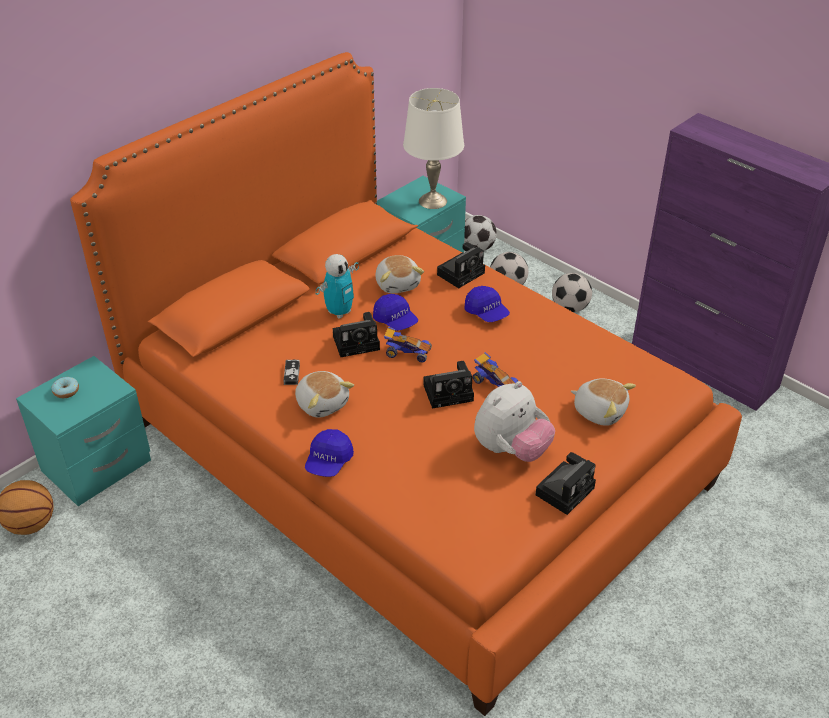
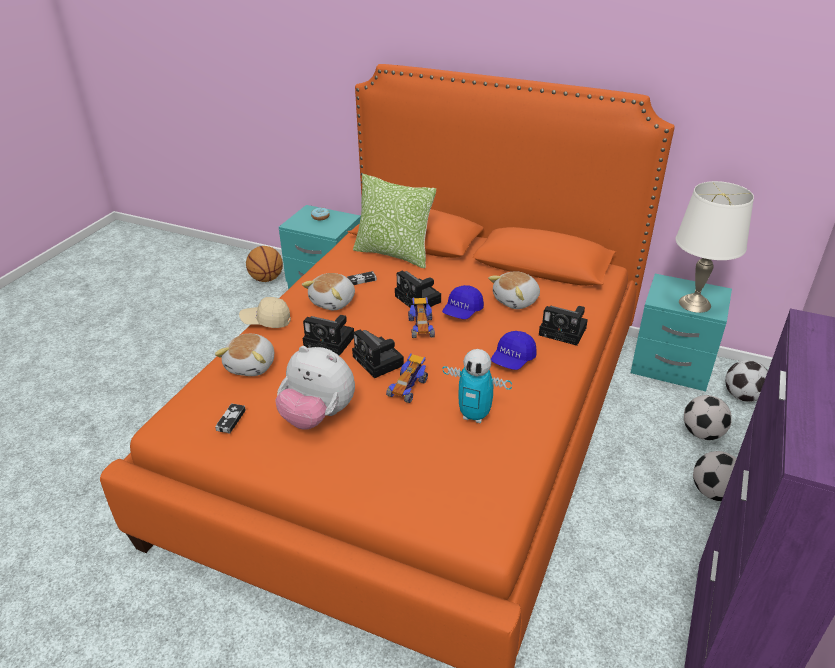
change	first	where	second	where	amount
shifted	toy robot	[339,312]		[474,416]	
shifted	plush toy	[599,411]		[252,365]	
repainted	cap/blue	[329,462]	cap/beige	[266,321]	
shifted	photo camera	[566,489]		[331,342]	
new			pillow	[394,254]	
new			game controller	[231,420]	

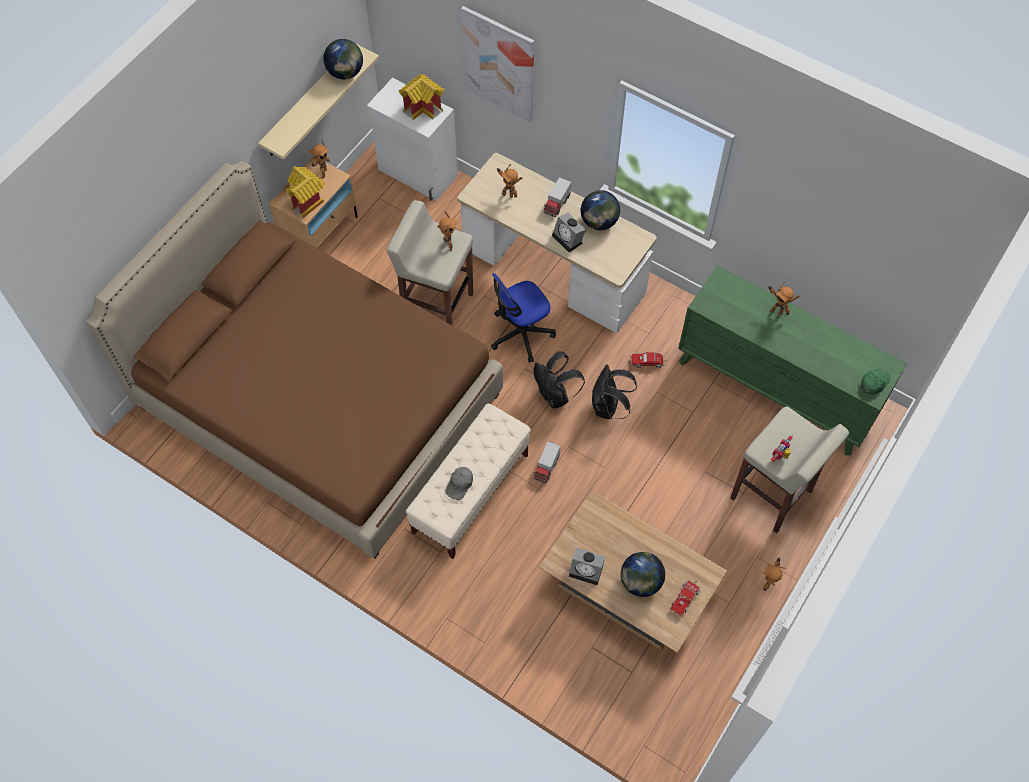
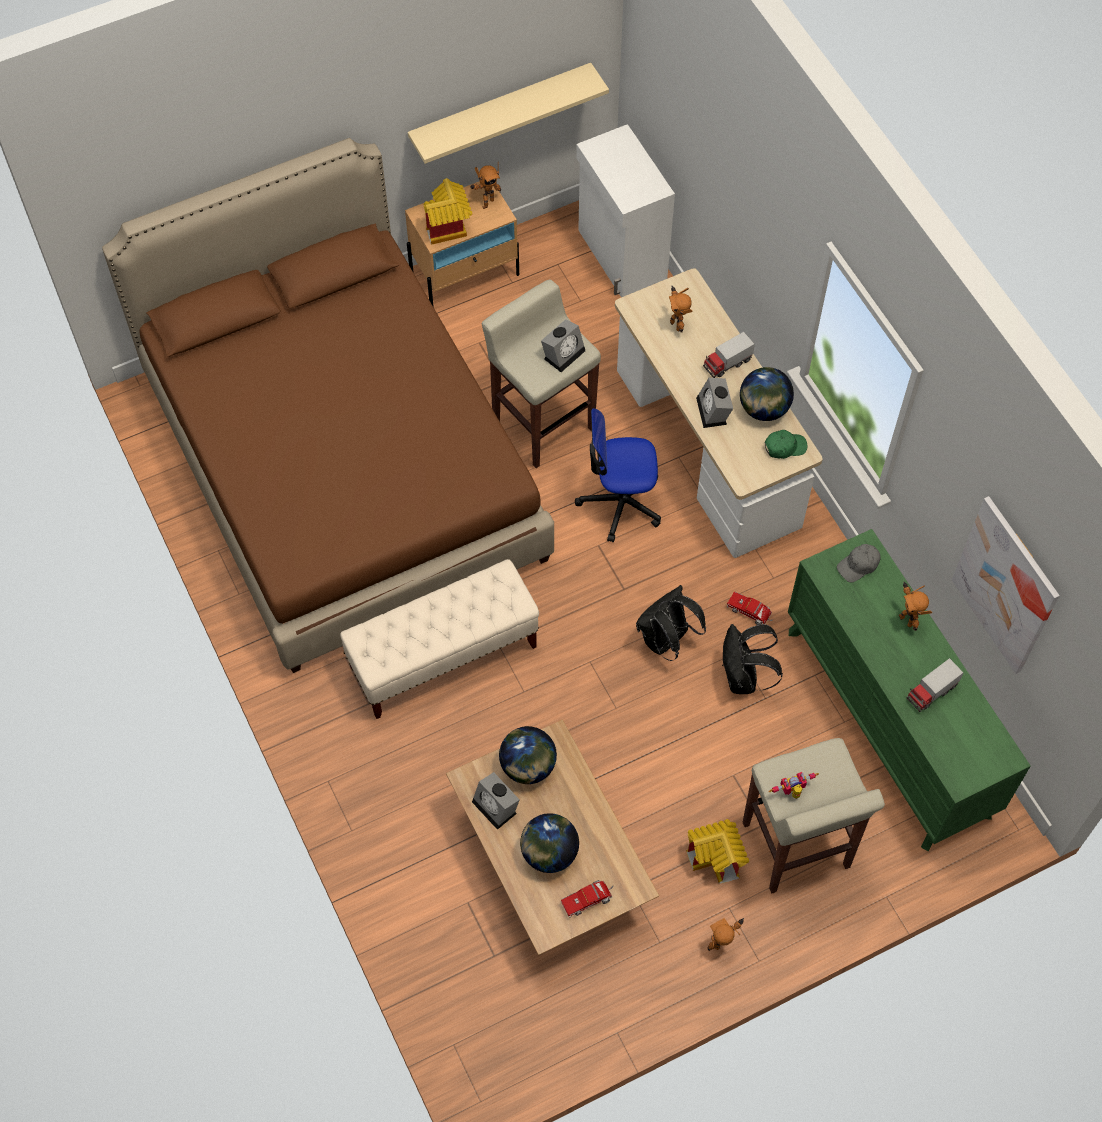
change	first	where	second	where	amount
shifted	picture	[499,64]		[1006,585]	
shifted	globe	[345,73]		[528,766]	
shifted	toy house	[424,108]		[717,859]	
swapped	toy robot	[448,246]	alarm clock	[564,352]	
shifted	backpack/black	[555,396]		[743,678]	
shifted	cap/green	[874,382]		[784,447]	
shifted	toy truck	[546,467]		[931,692]	
shifted	cap/grey	[460,484]		[858,565]	

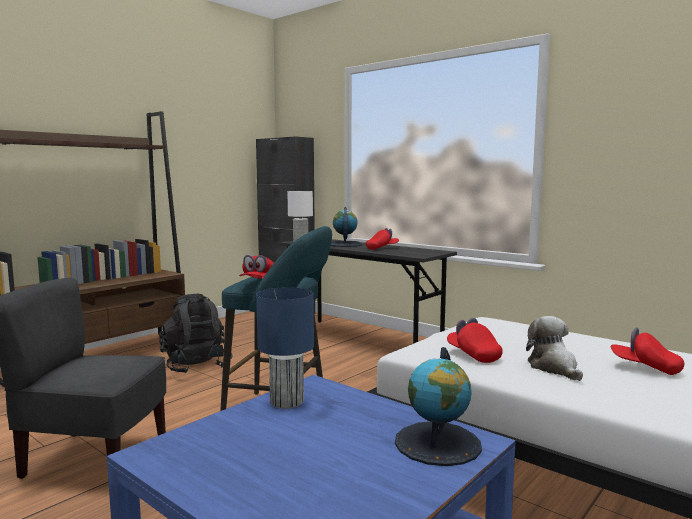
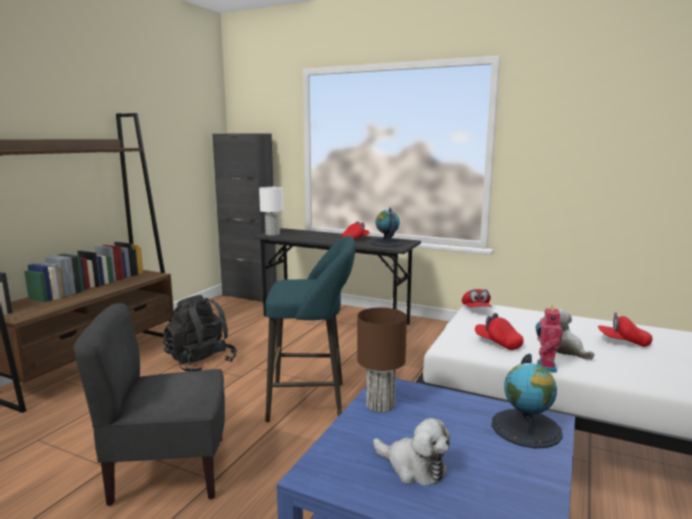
change	first	where	second	where	amount
shifted	globe	[344,244]		[387,243]	
shifted	cap/red	[259,282]		[476,309]	
repainted	table lamp/blue	[286,402]	table lamp/brown	[380,405]	
new			toy robot	[545,367]	
new			plush toy	[413,467]	

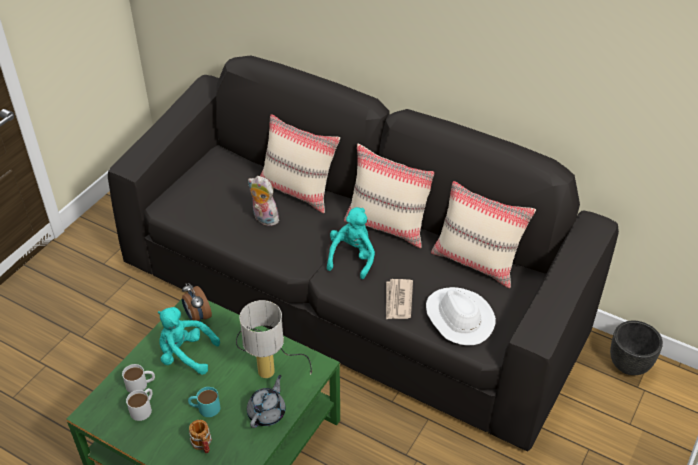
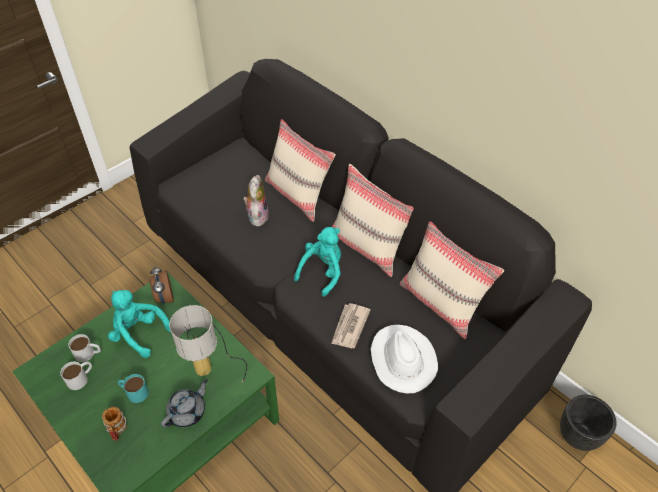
change	first	where	second	where	amount
rotated	plush toy	[264,219]		[257,216]	45 degrees clockwise

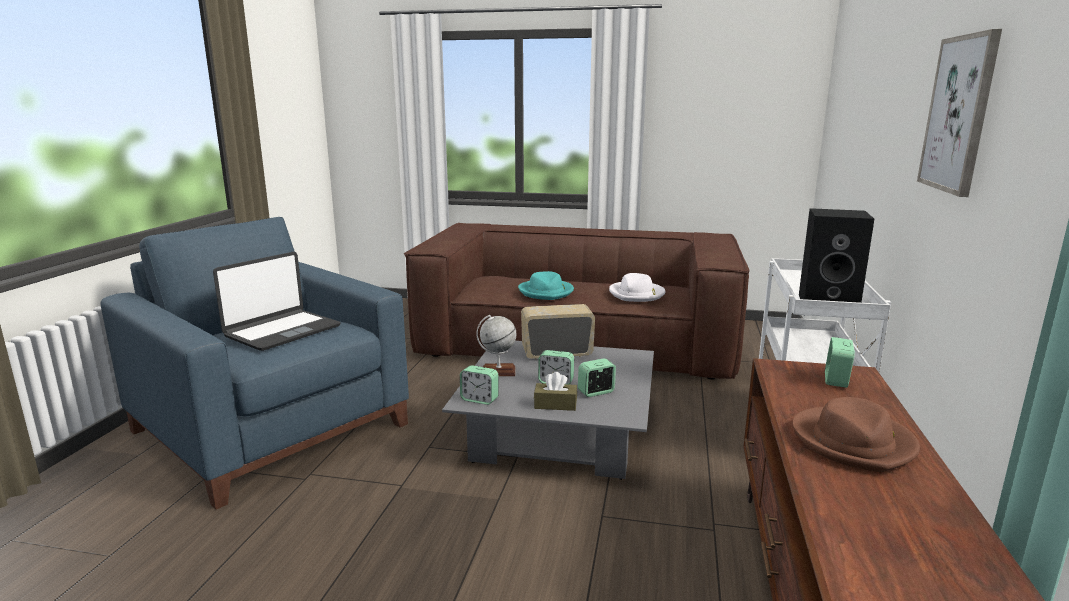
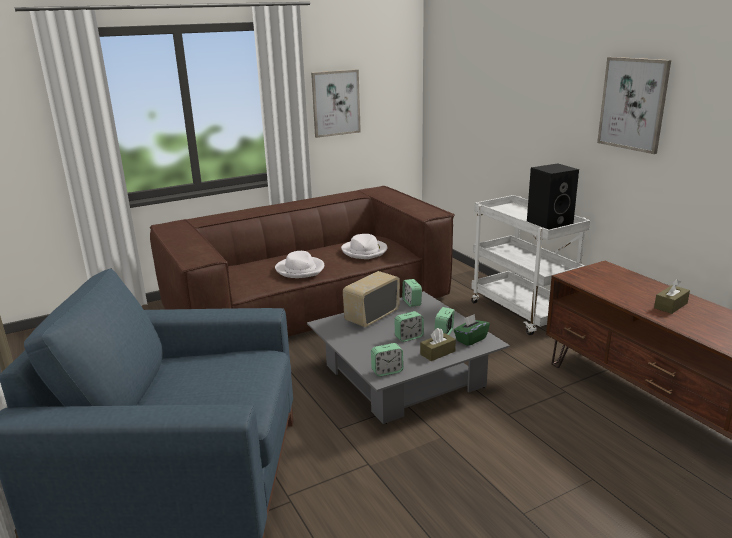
change	first	where	second	where	amount
gone	laptop	[282,331]			
repainted	hat/turquoise	[546,292]	hat/white	[300,269]	
gone	globe	[498,371]			
shifted	alarm clock	[836,380]		[411,302]	
swapped	hat/brown	[853,442]	tissue box/brown	[670,305]	
new			picture	[335,103]	
new			tissue box/green	[470,339]	

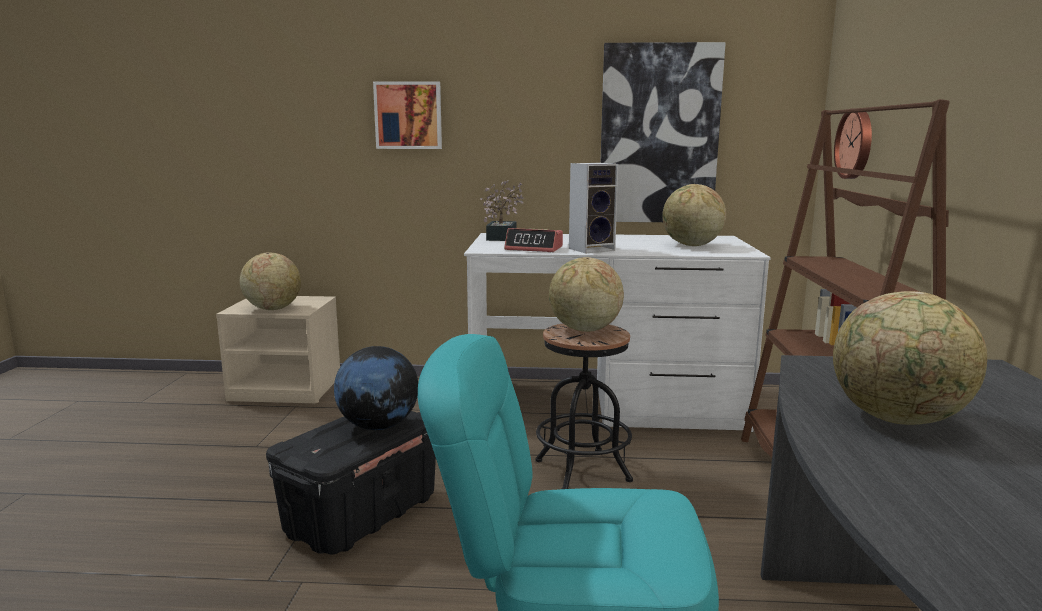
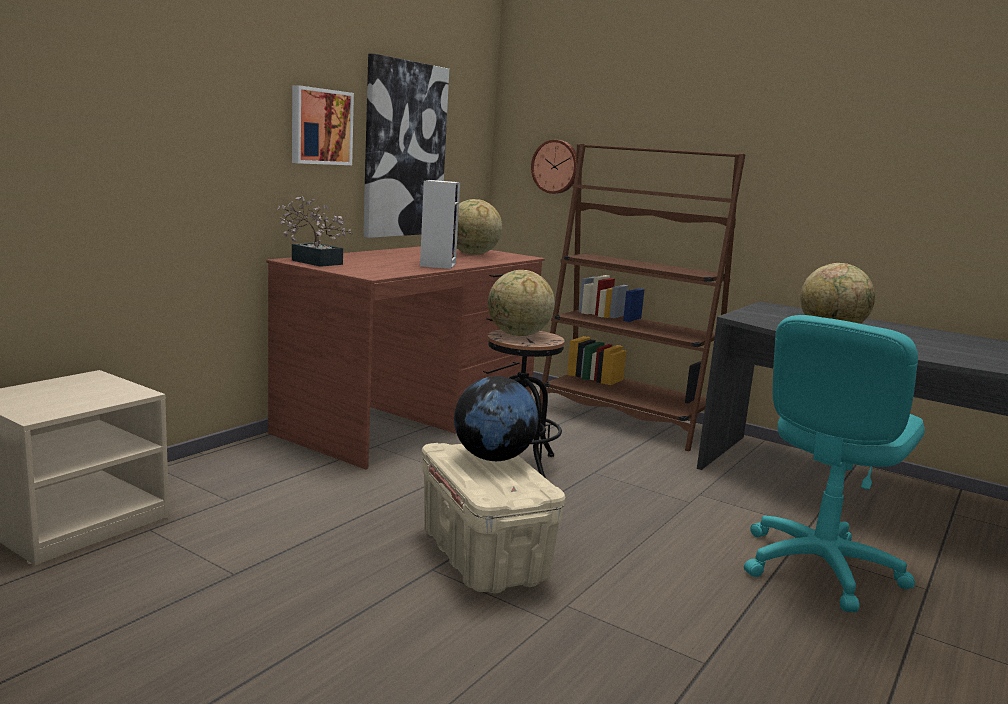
change	first	where	second	where	amount
shifted	picture	[408,115]		[320,126]	
gone	alarm clock	[534,248]			
repainted	desk/white	[606,403]	desk/brown	[412,417]	
gone	globe	[272,309]			
repainted	storage box/black	[362,515]	storage box/beige	[482,556]	

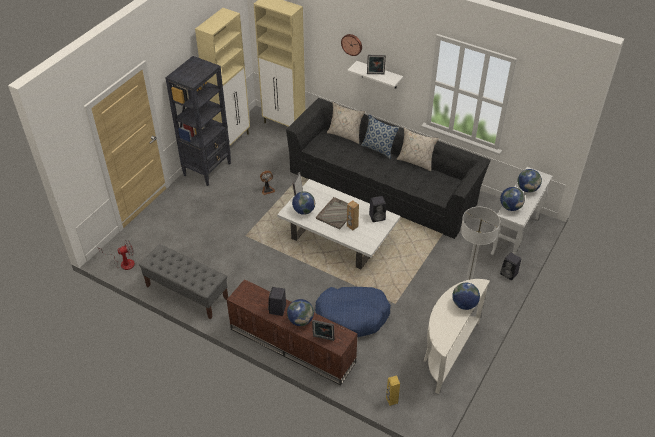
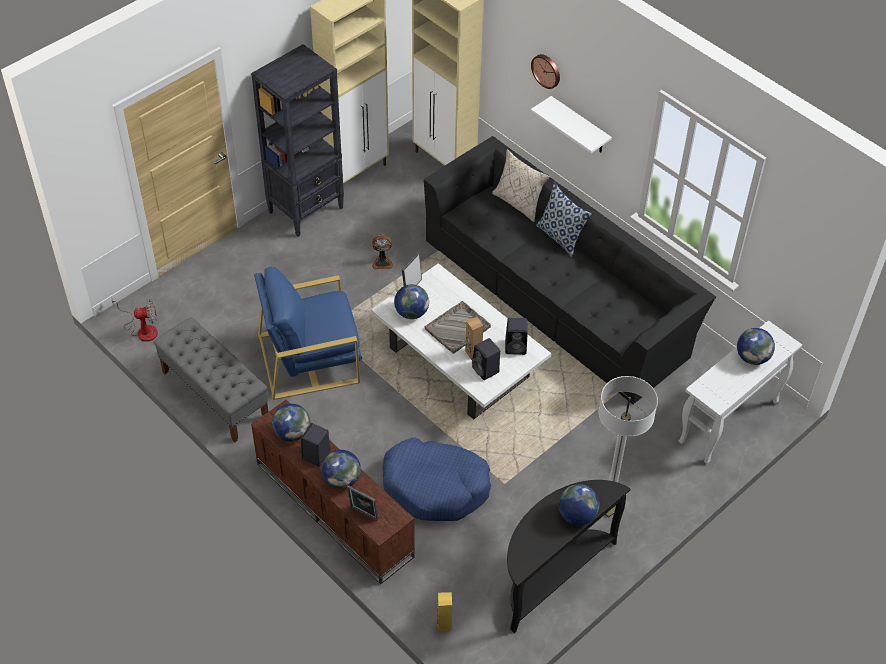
change	first	where	second	where	amount
gone	picture frame	[375,74]			
gone	pillow/beige	[416,162]			
shifted	globe	[510,207]		[292,433]	
shifted	speaker/black	[509,274]		[486,370]	
repainted	console table/white	[447,351]	console table/black	[551,574]	
new			armchair/blue	[310,358]	

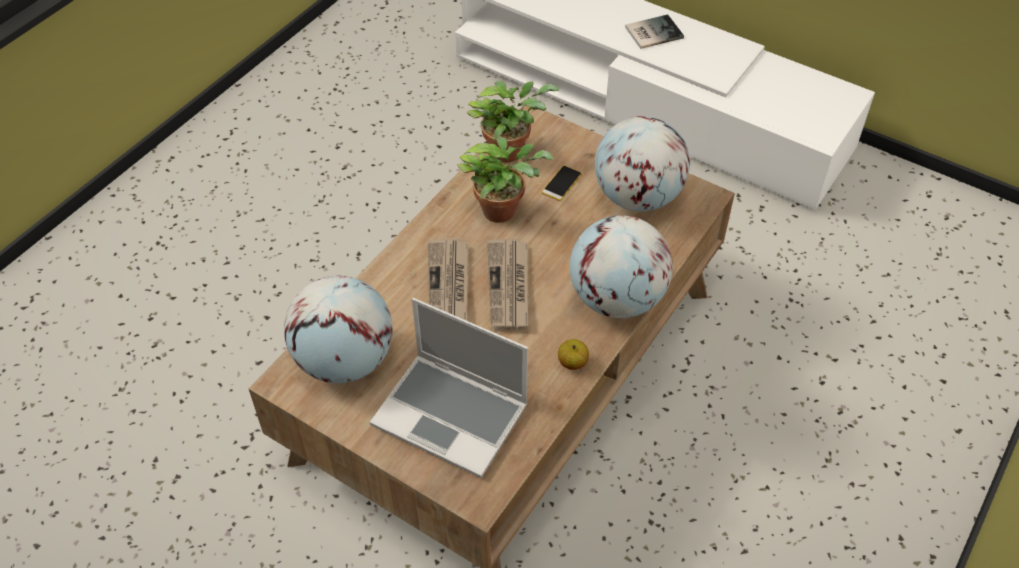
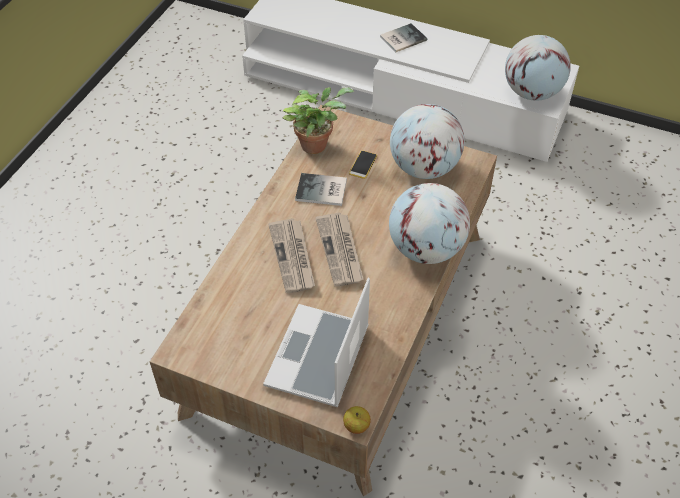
change	first	where	second	where	amount
swapped	potted plant	[504,210]	book	[322,191]	
shifted	globe	[345,360]		[532,92]	
rotated	laptop	[452,415]		[319,358]	90 degrees clockwise
shifted	apple	[572,363]		[356,426]	

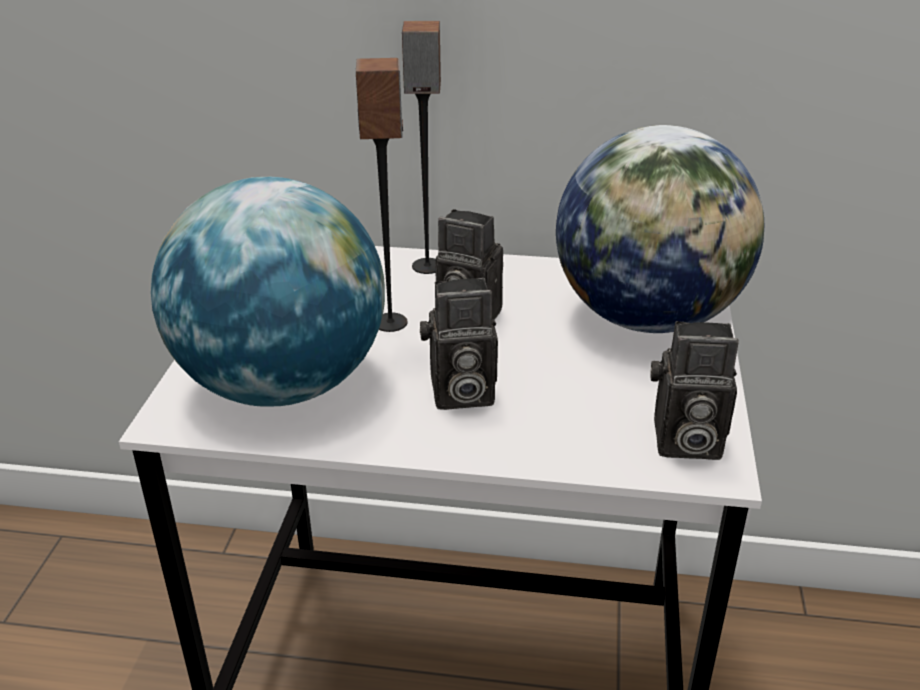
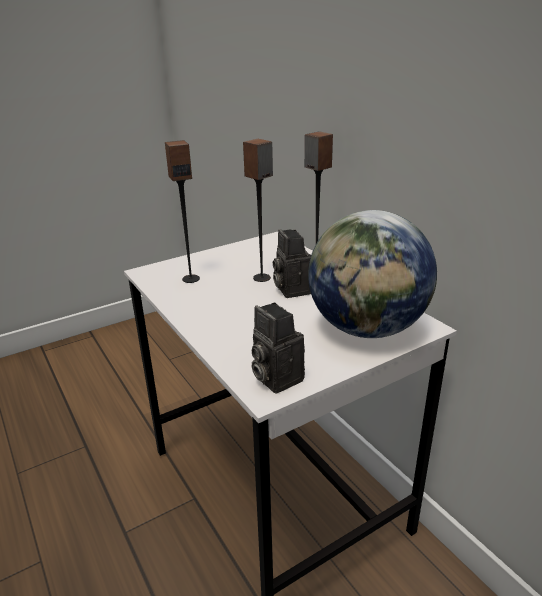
change	first	where	second	where	amount
swapped	globe	[283,384]	speaker	[190,279]	
gone	photo camera	[458,394]			

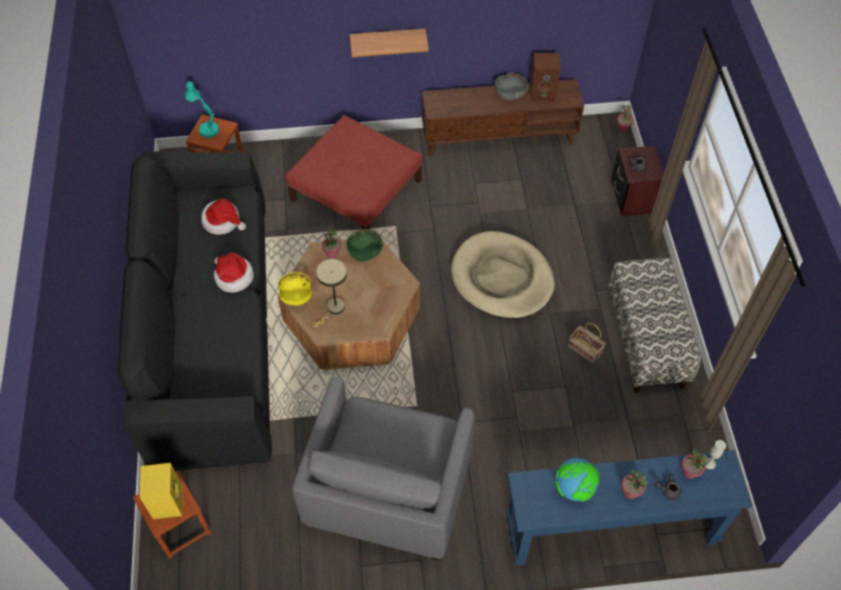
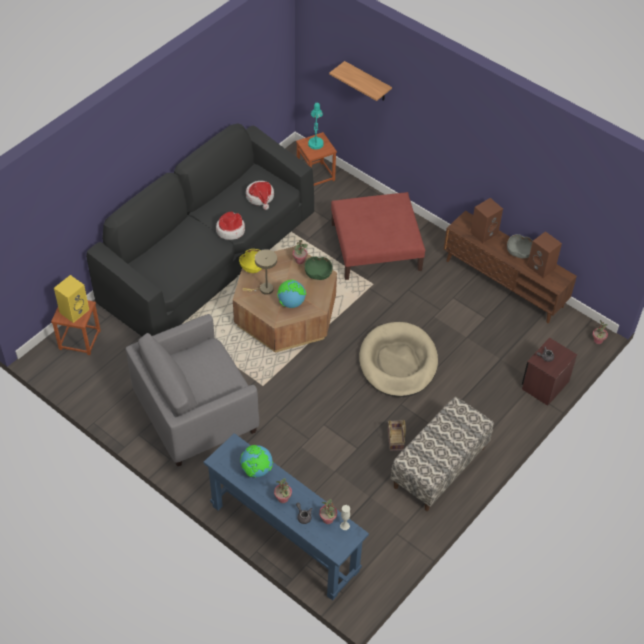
change	first	where	second	where	amount
shifted	shelf	[387,41]		[367,82]	
new			speaker/brown	[484,232]	
new			globe	[291,303]	

